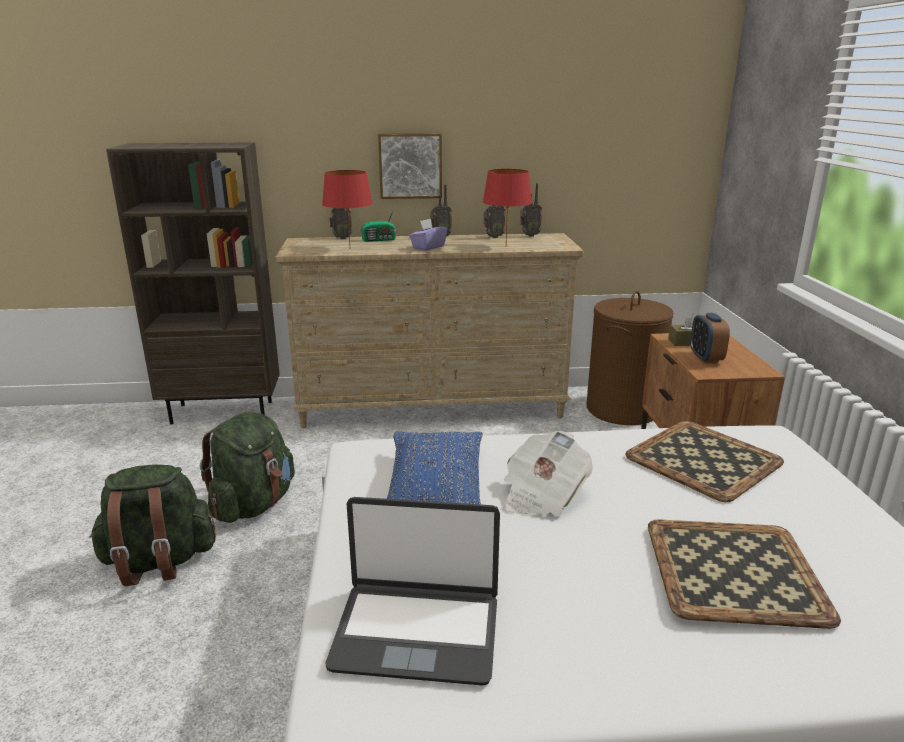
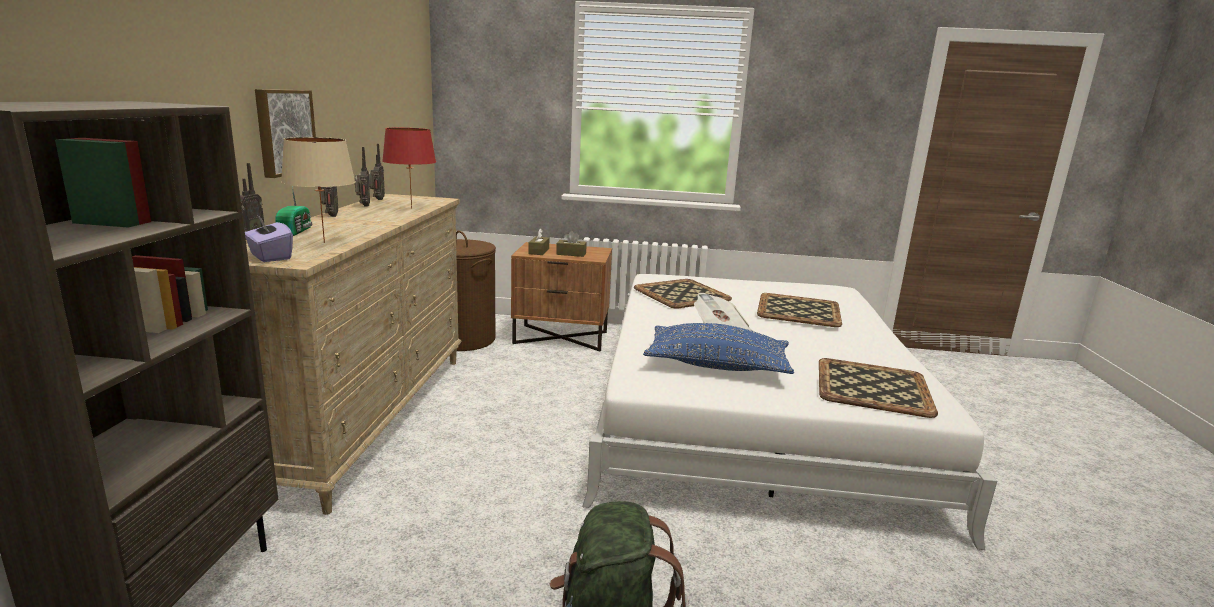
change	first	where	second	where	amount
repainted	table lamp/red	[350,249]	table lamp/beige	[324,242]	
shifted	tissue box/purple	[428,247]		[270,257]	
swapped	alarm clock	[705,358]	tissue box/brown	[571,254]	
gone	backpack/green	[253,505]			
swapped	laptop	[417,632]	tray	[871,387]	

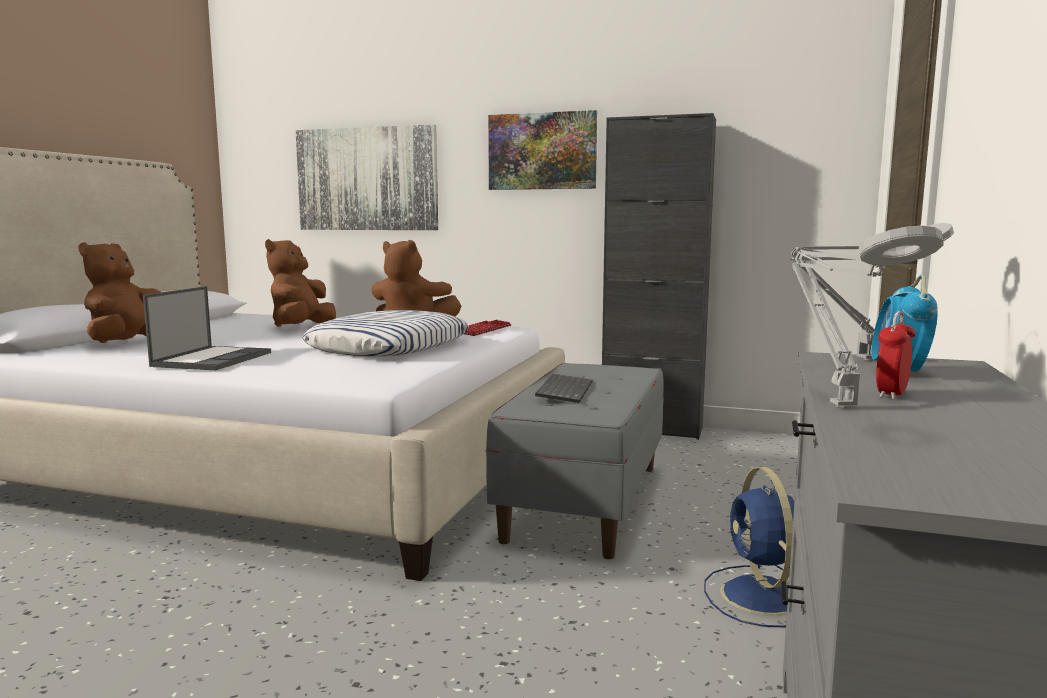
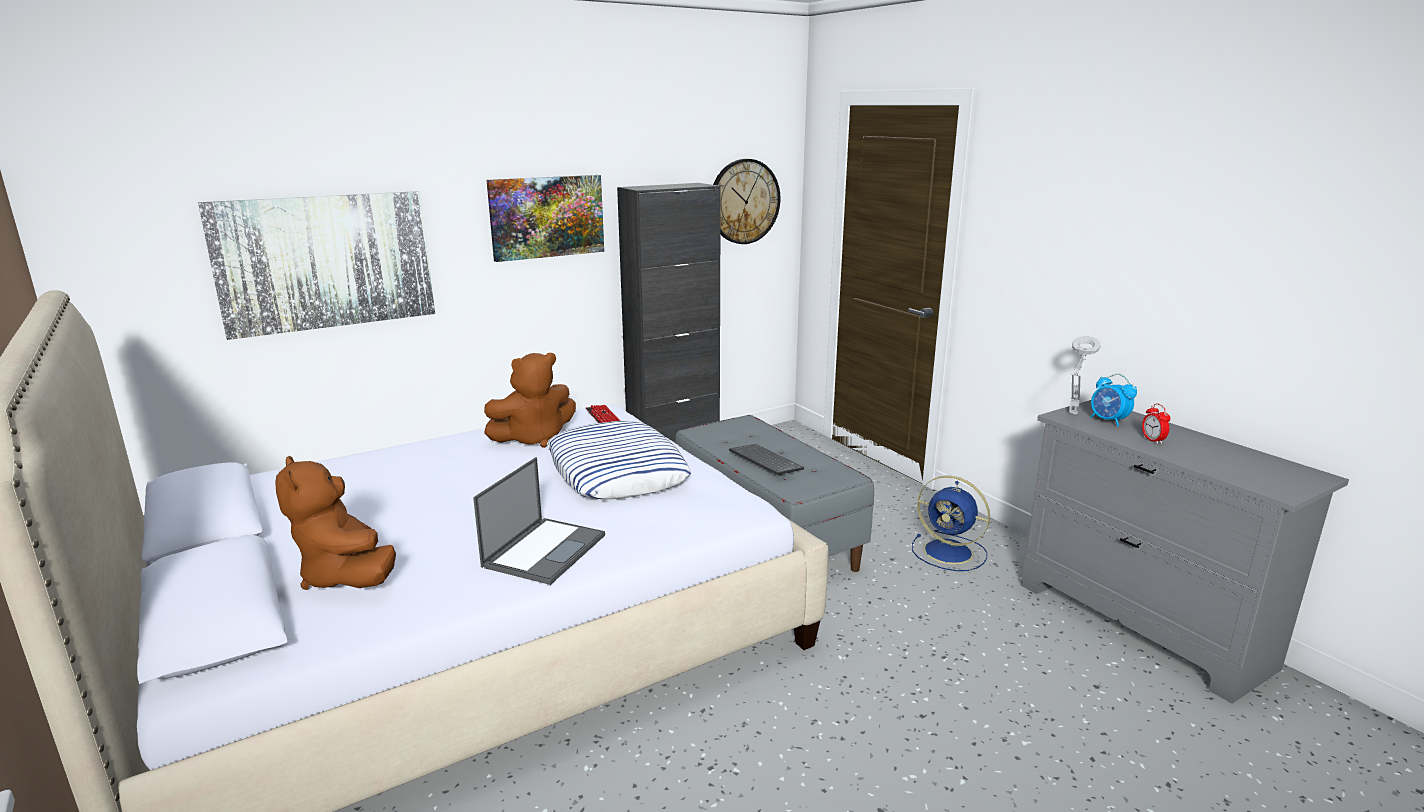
change	first	where	second	where	amount
gone	table lamp/grey	[839,404]			
gone	plush toy/brown	[301,327]			
rotated	laptop	[213,359]		[545,550]	60 degrees clockwise
new			wall clock	[744,201]	

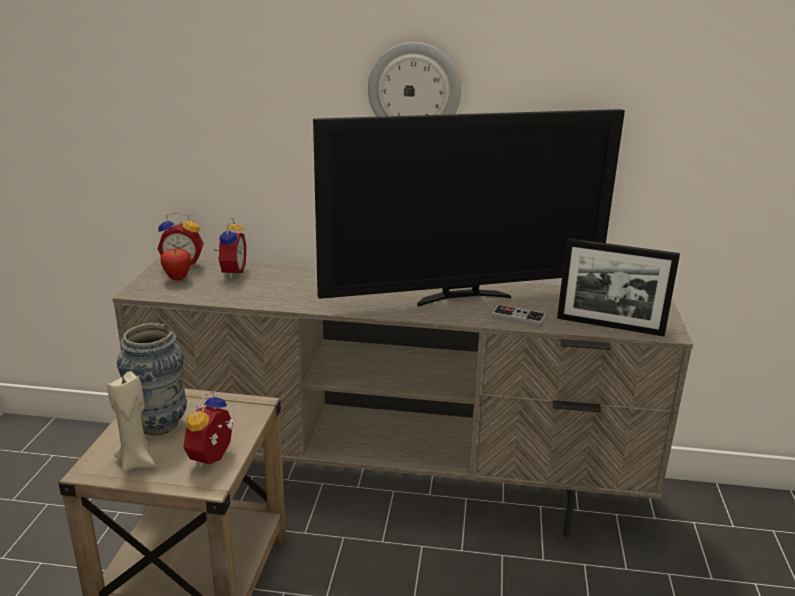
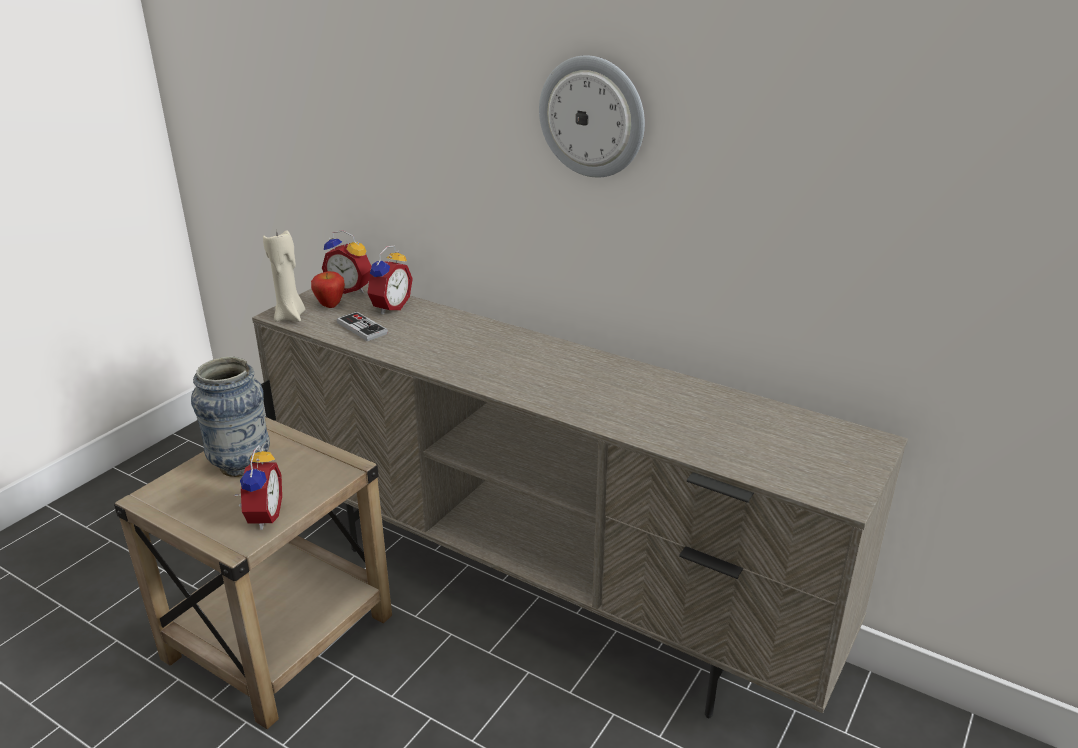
change	first	where	second	where	amount
gone	television	[462,297]			
gone	picture frame	[609,326]			
shifted	game controller	[518,317]		[362,328]	
shifted	candle/beige	[136,462]		[290,317]	
rotated	alarm clock	[214,458]		[261,516]	135 degrees clockwise

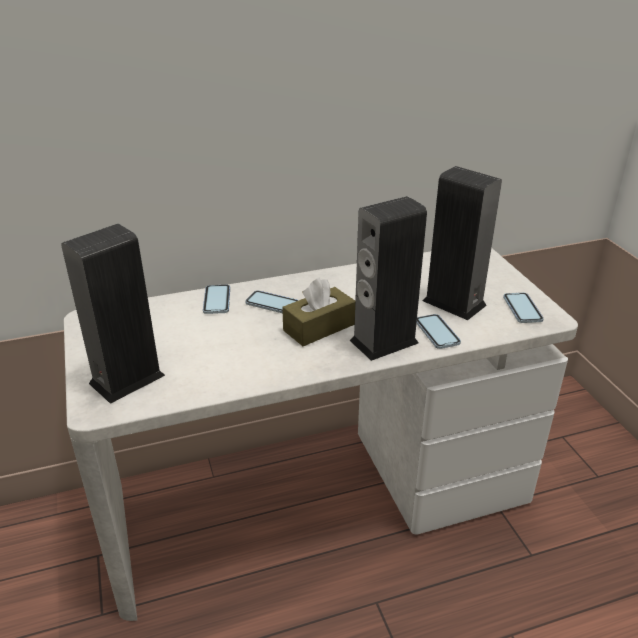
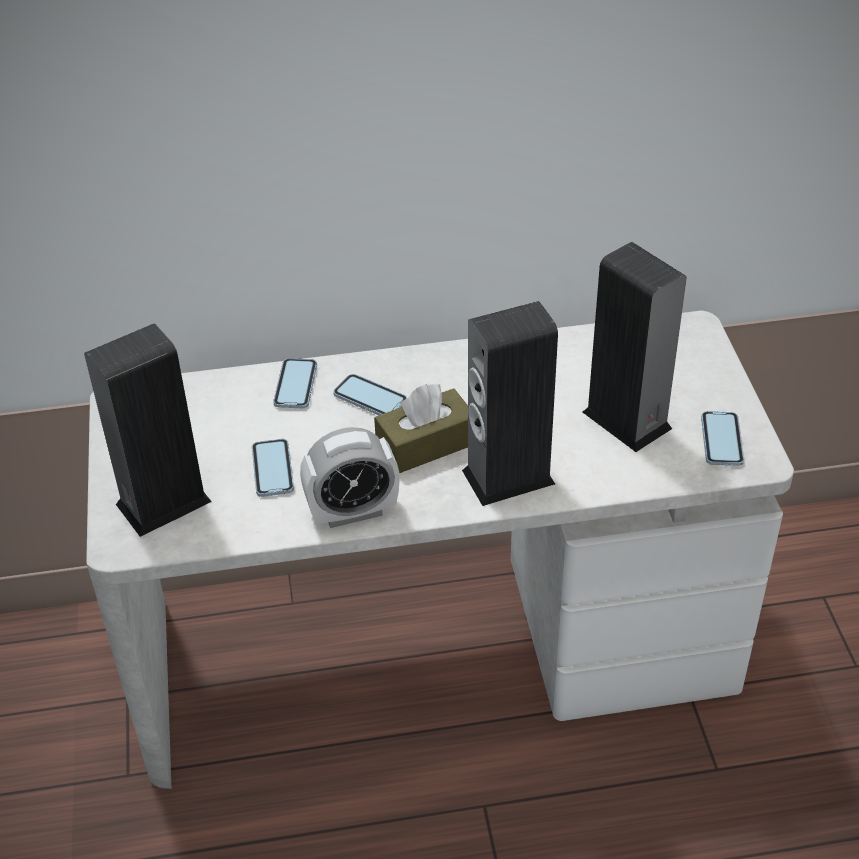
change	first	where	second	where	amount
shifted	phone	[437,333]		[272,469]	
new			alarm clock	[352,512]	

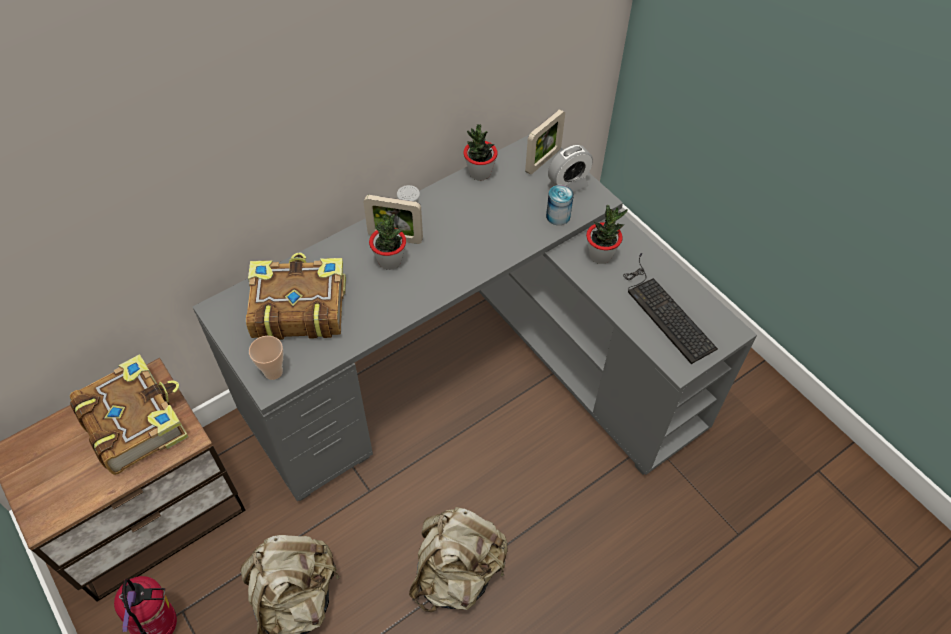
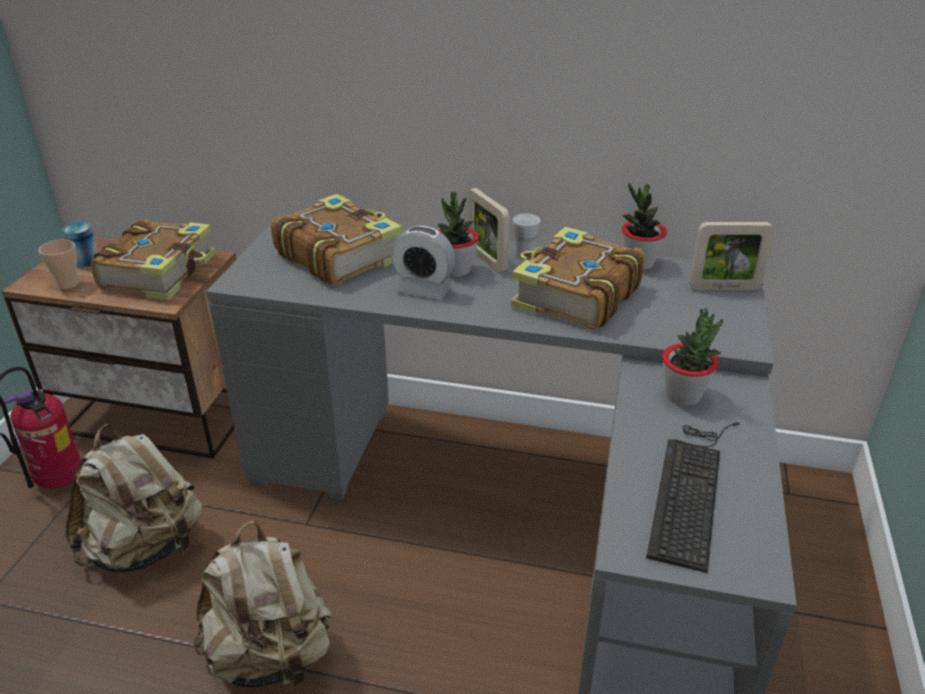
change	first	where	second	where	amount
shifted	alarm clock	[567,186]		[424,290]	
shifted	can	[558,216]		[86,260]	
shifted	cup	[273,372]		[68,284]	
new			book	[574,296]	

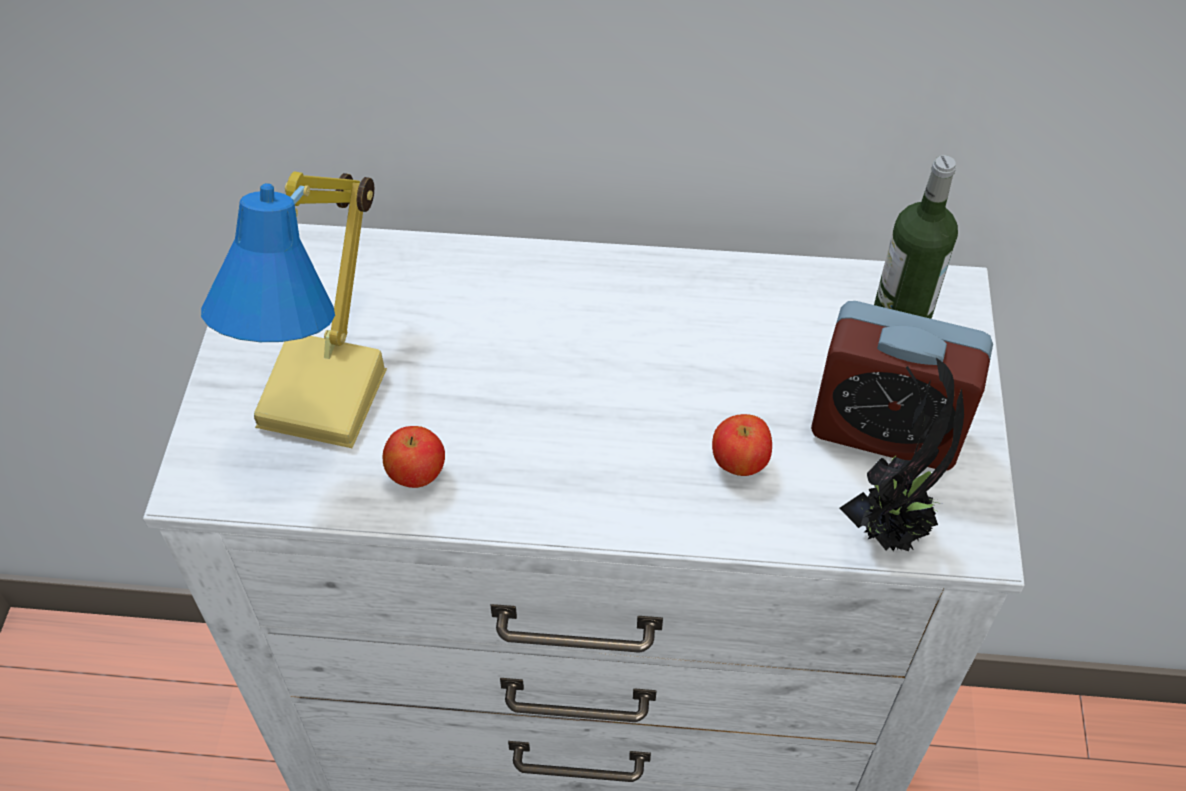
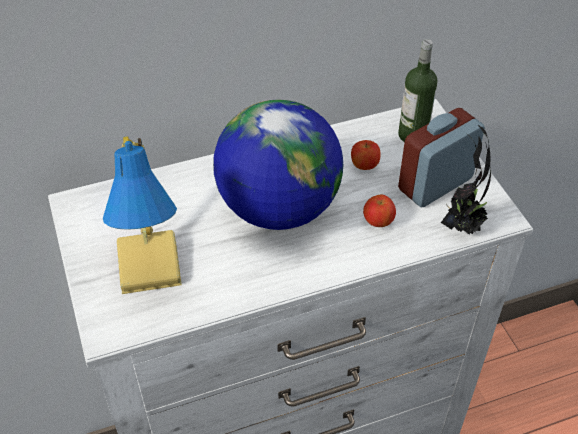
change	first	where	second	where	amount
rotated	alarm clock	[885,430]		[435,184]	150 degrees clockwise
shifted	apple	[416,474]		[364,166]	
new			globe	[278,208]	

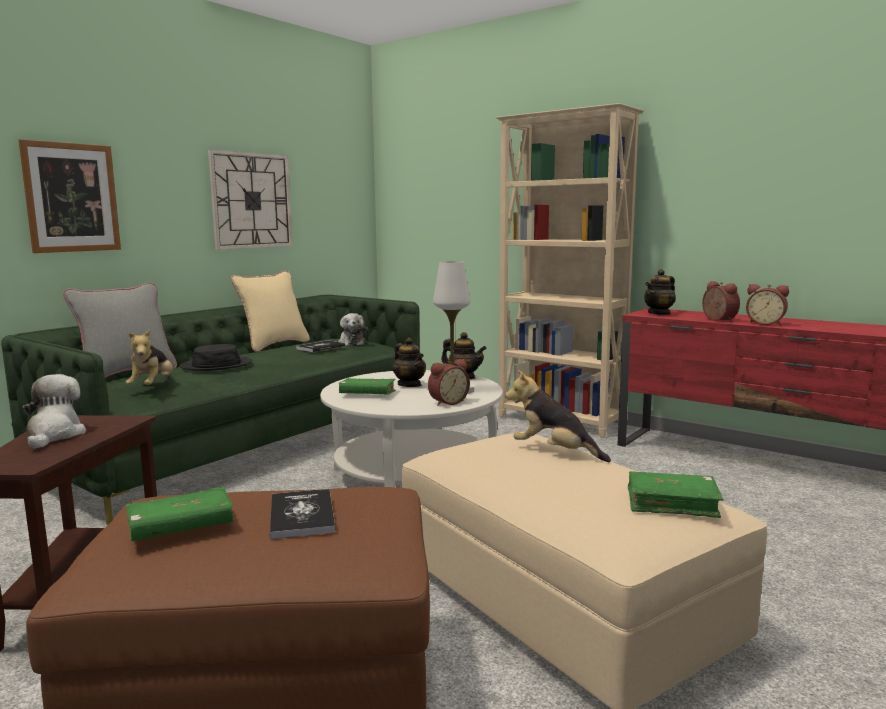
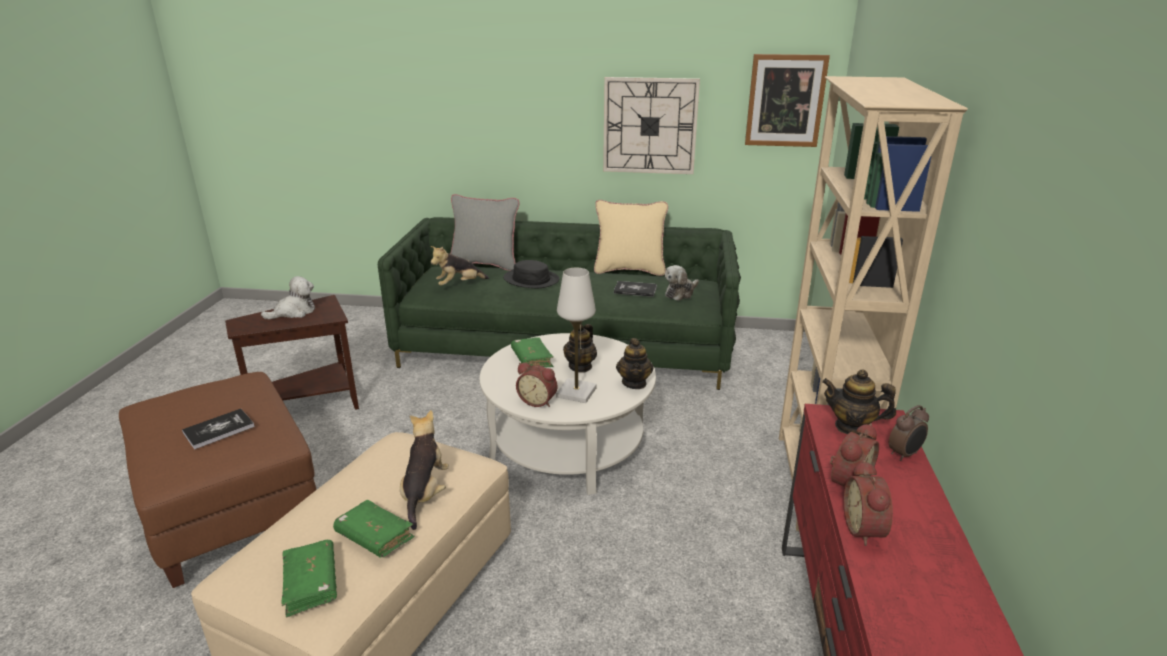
change	first	where	second	where	amount
shifted	picture	[71,197]		[785,101]	
shifted	book/green	[181,528]		[374,536]	
new			alarm clock	[904,454]	

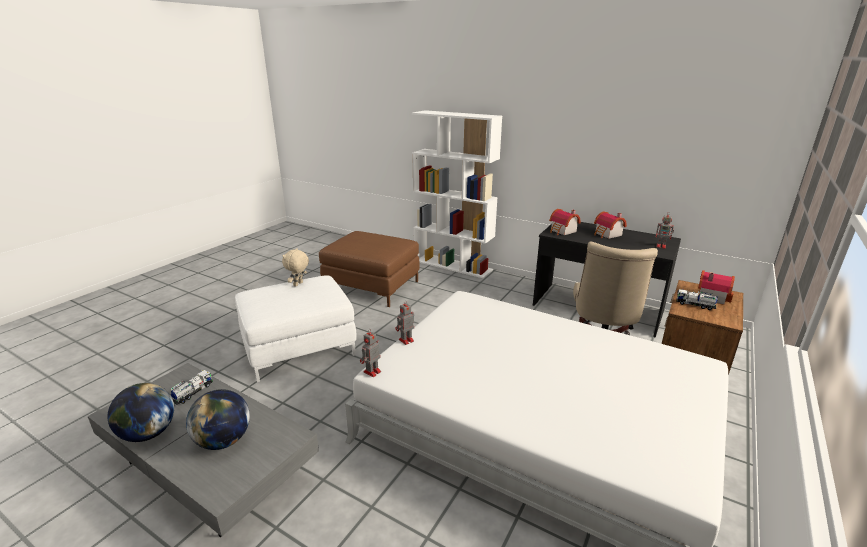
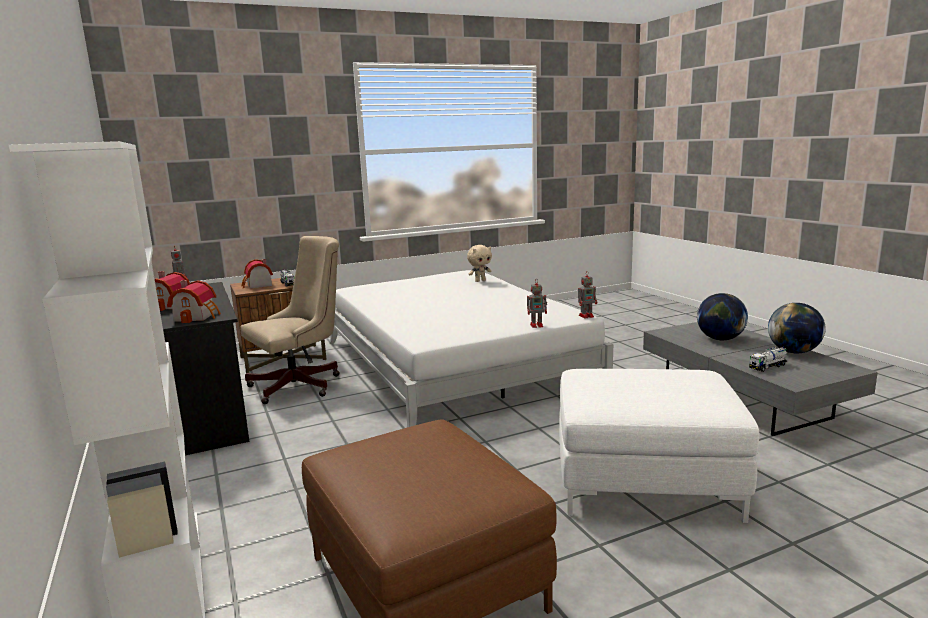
change	first	where	second	where	amount
shifted	plush toy/beige	[298,284]		[480,281]	

